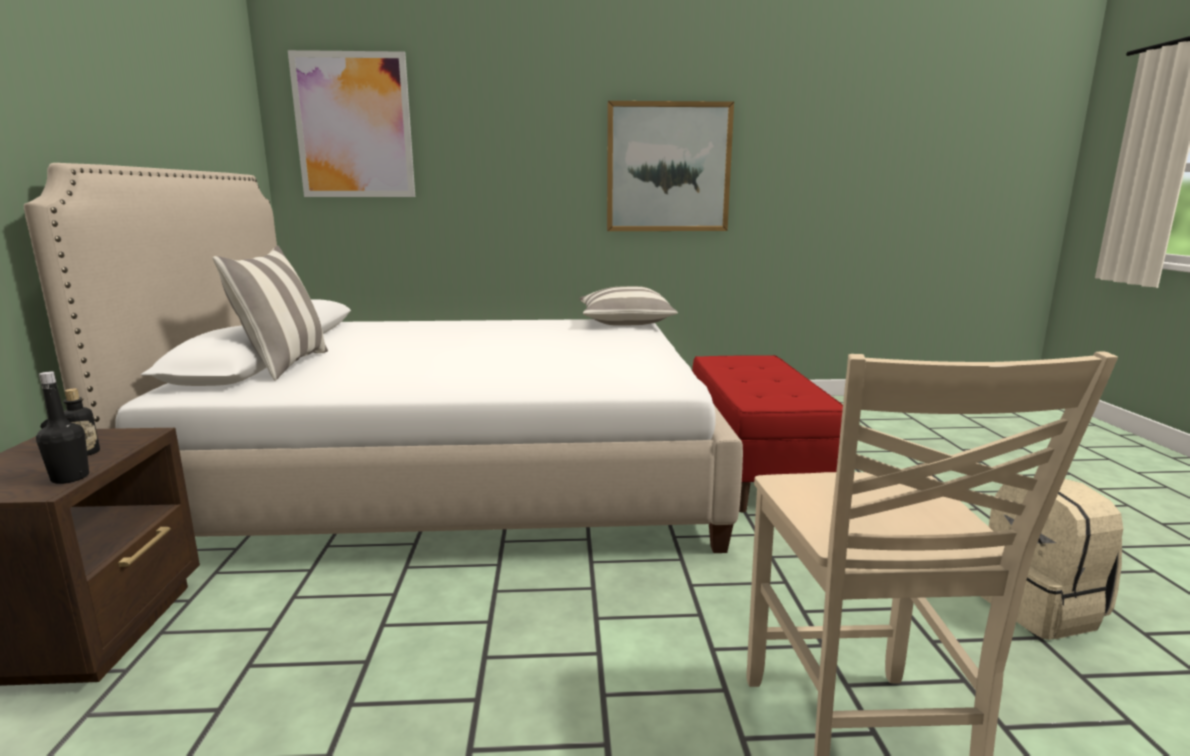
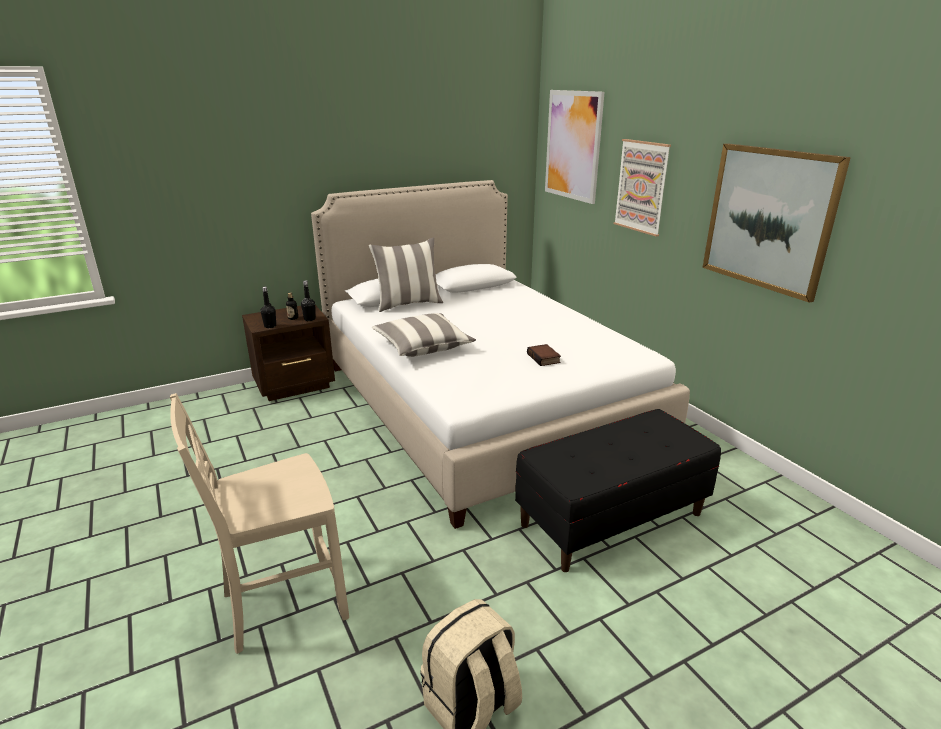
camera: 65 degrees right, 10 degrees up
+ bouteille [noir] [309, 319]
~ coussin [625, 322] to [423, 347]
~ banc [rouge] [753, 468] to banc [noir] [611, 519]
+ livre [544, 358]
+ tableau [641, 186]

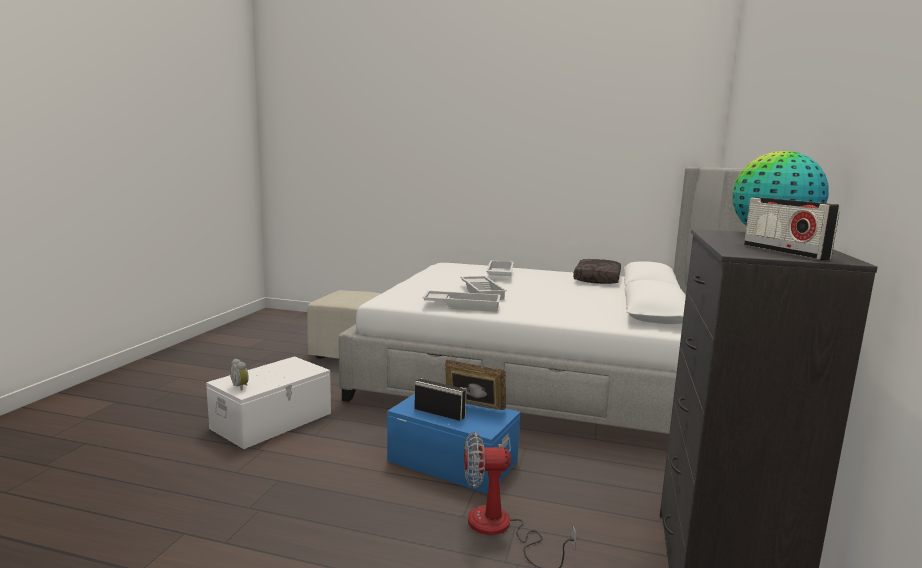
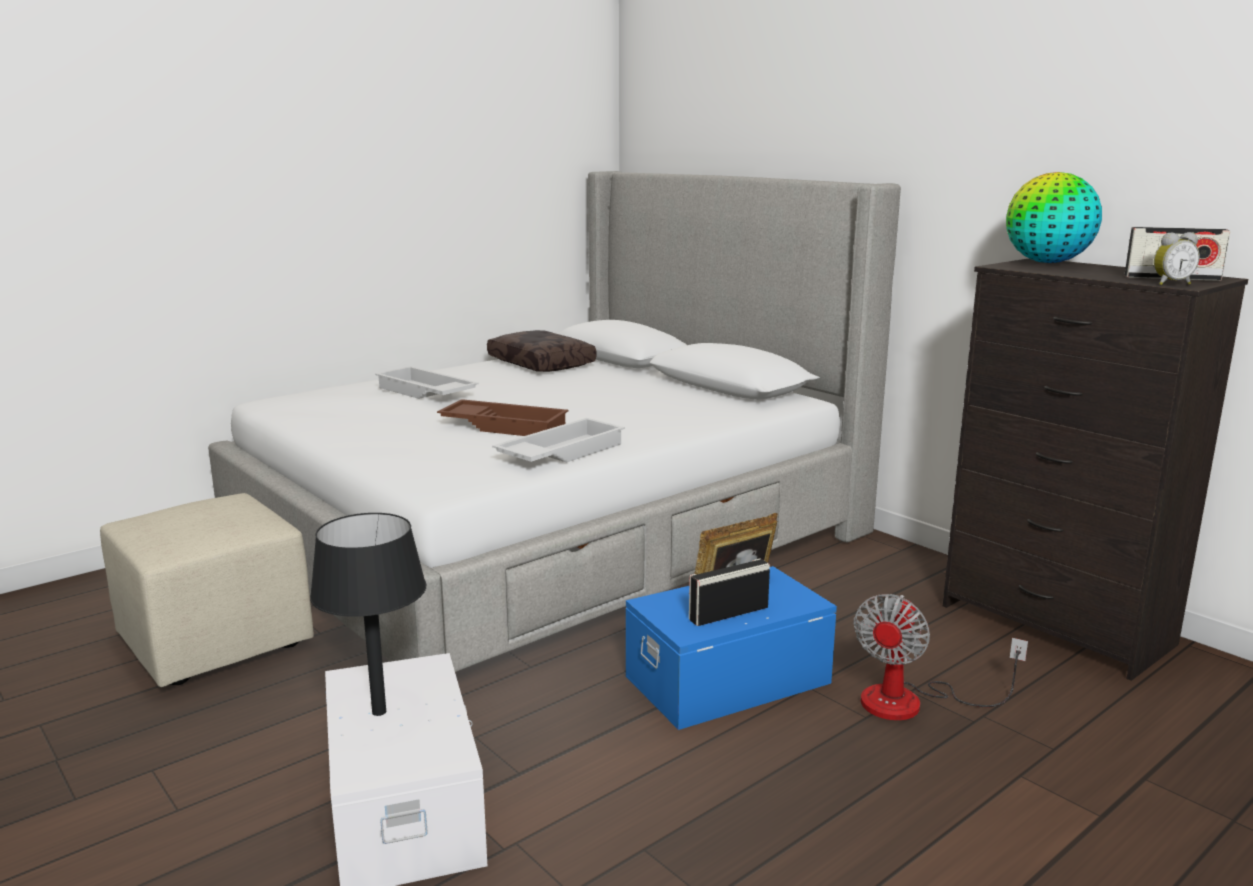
camera: 55 degrees left, 5 degrees up
+ lampe de table [noir] [379, 712]
~ plateau [blanc] [483, 292] to plateau [marron] [505, 426]
~ réveil [241, 387] to [1170, 284]

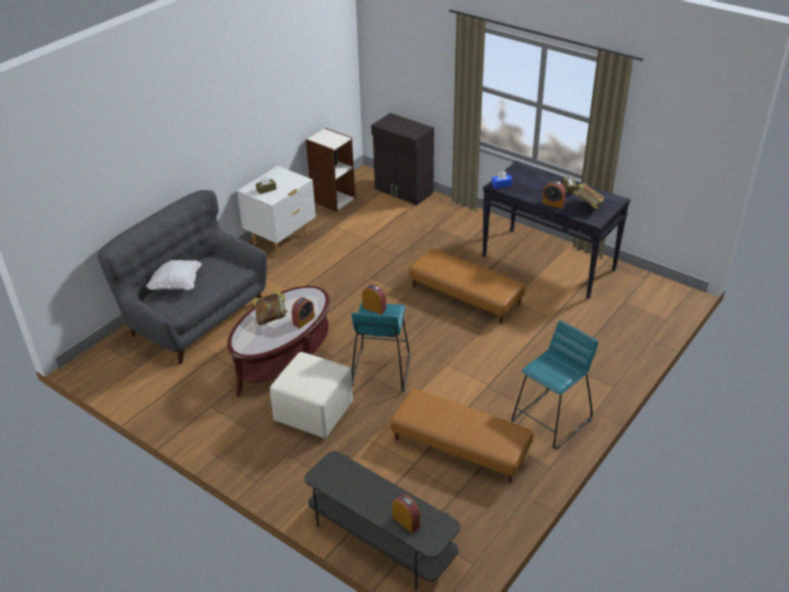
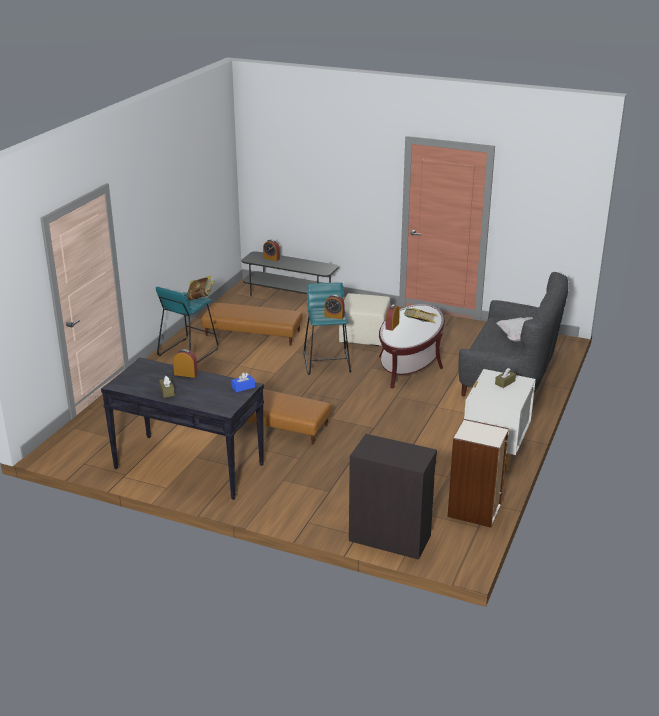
camera: 165 degrees right, 10 degrees down
~ livre [587, 205] to [201, 298]

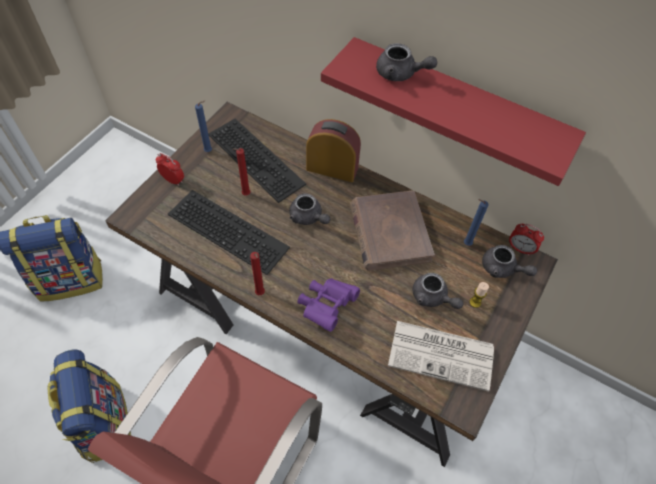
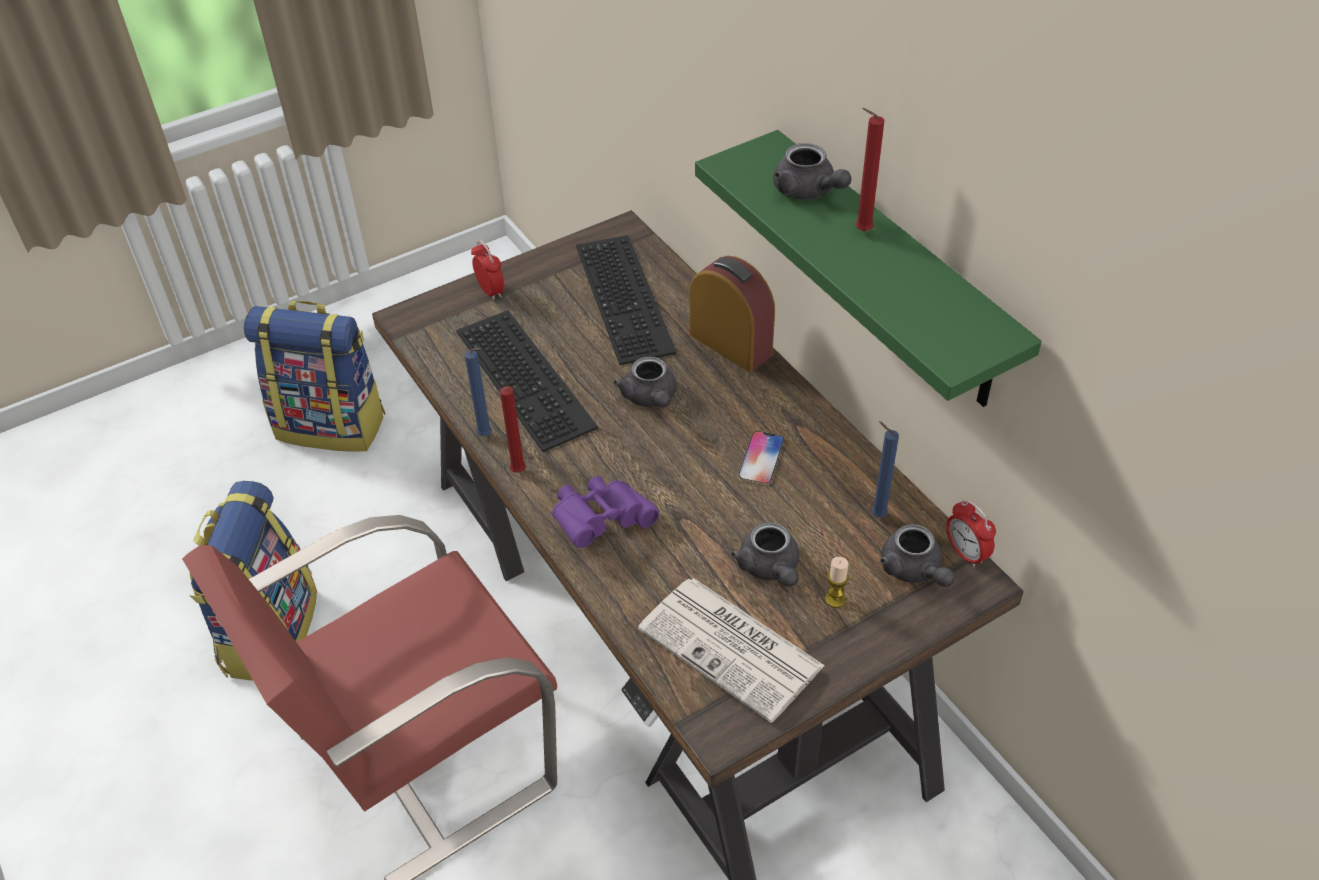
camera: 30 degrees right, 10 degrees down
~ bougie [bleu] [209, 151] to [487, 436]
~ étagère [rouge] [455, 109] to étagère [vert] [891, 272]
~ livre [marron] [389, 233] to téléphone [761, 458]
~ bougie [rouge] [245, 195] to [860, 231]

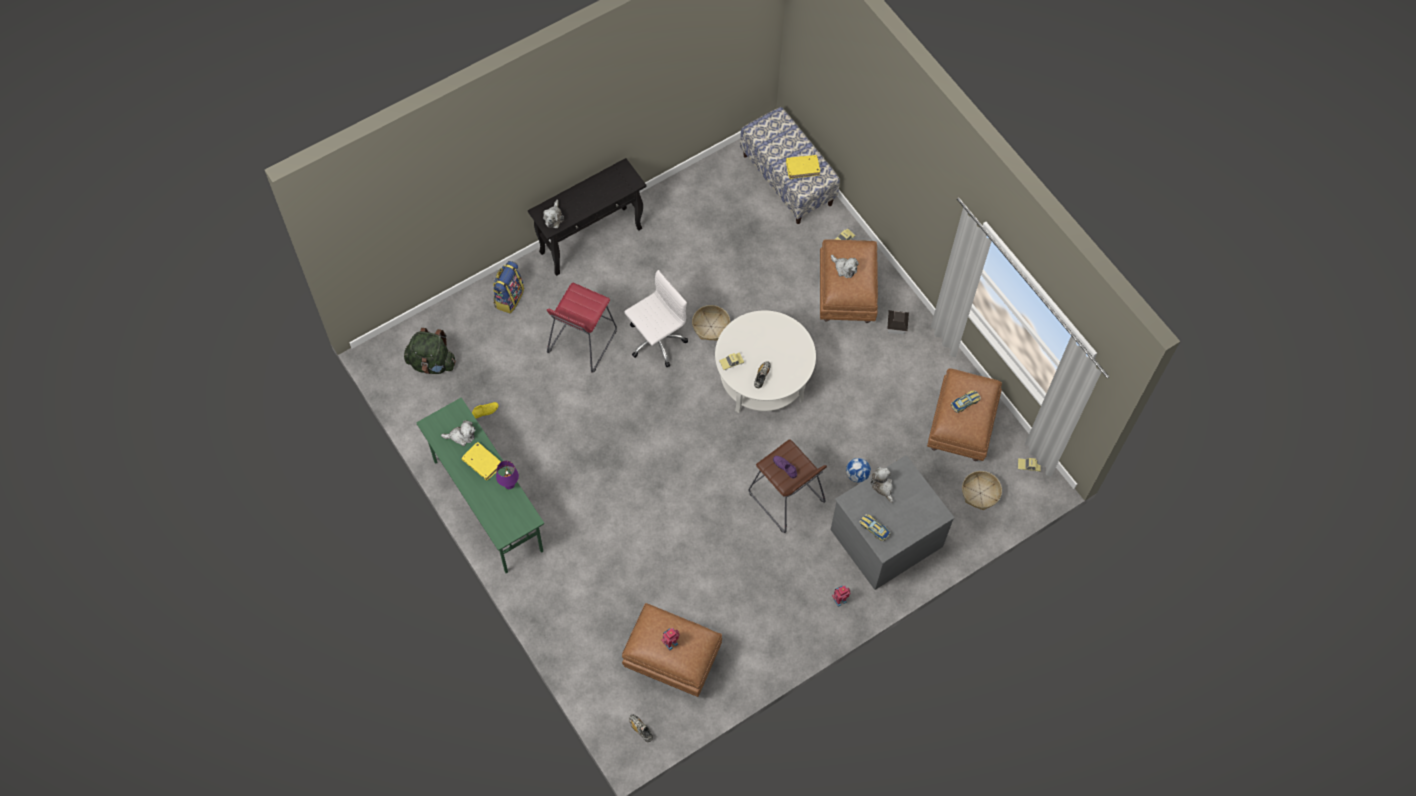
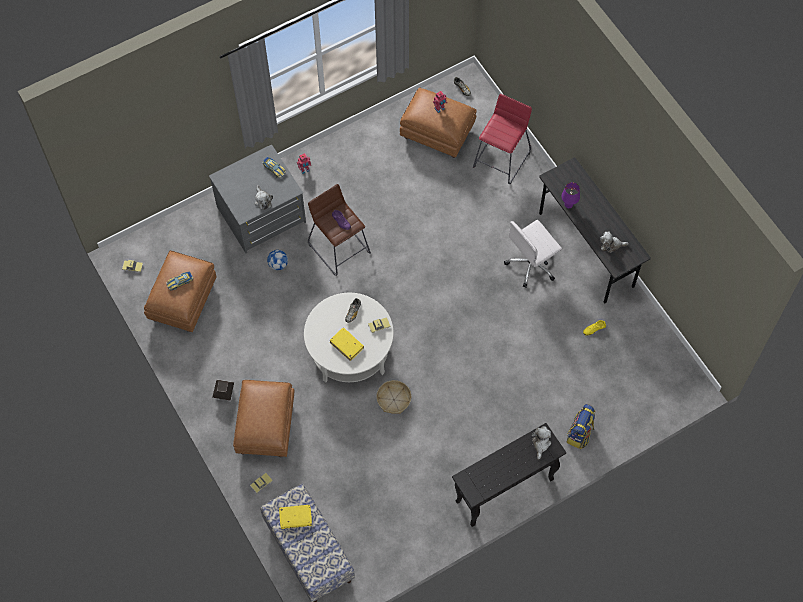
camera: 175 degrees left, 0 degrees up
~ livre [jaune] [482, 463] to [346, 345]
~ tabouret [rouge] [582, 342] to [501, 159]
~ chaise de bureau [blanc] [655, 341] to [531, 264]
~ bureau [vert] [487, 506] to bureau [gris] [586, 250]
- sac à dos [vert] [432, 363]
- peluche [844, 268]
- panier [980, 493]

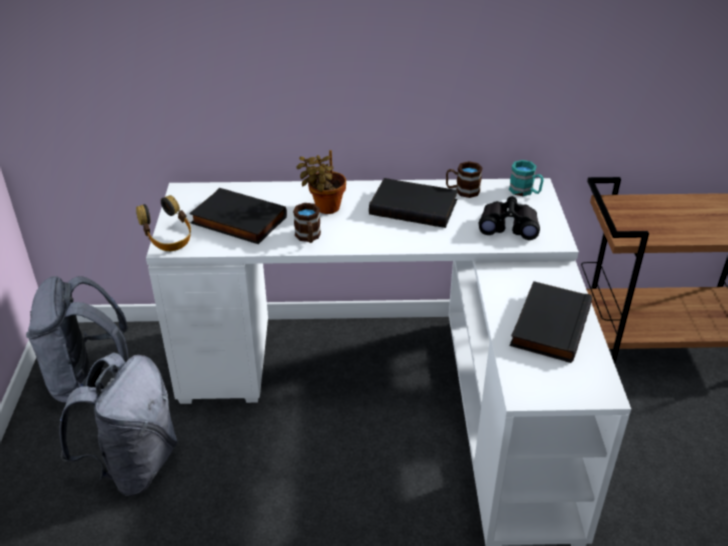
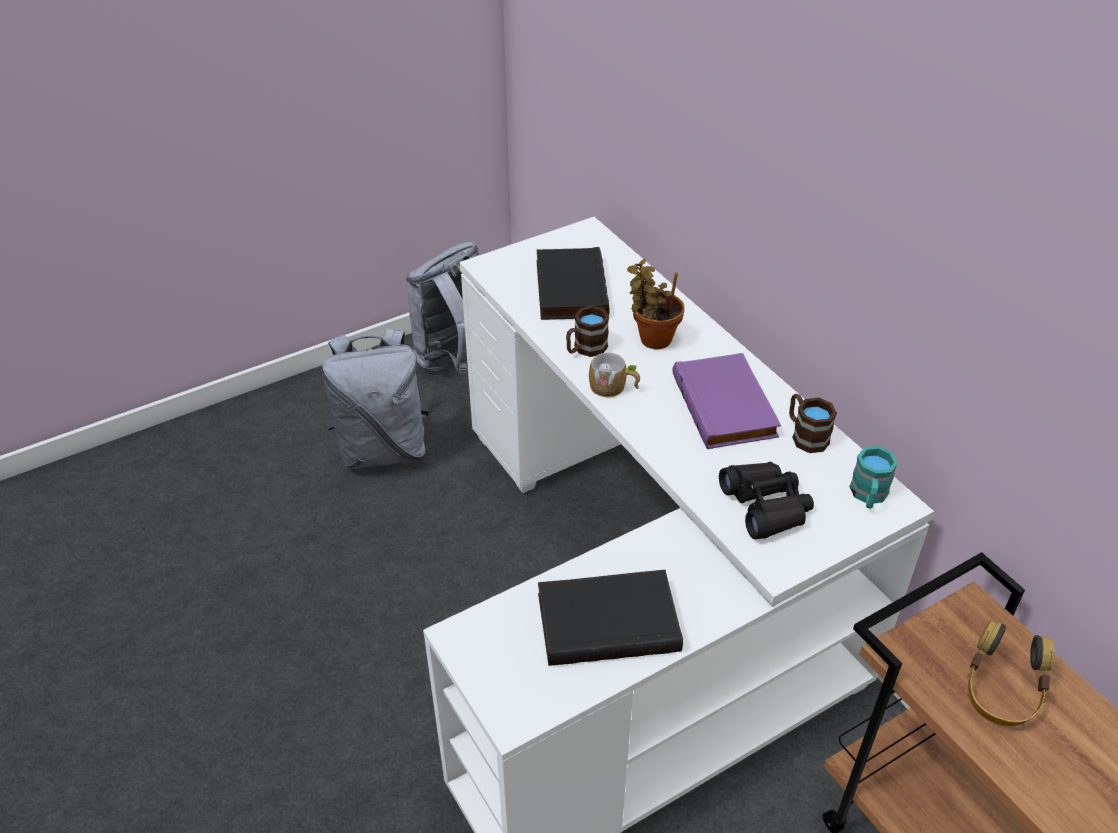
camera: 60 degrees right, 5 degrees up
+ mug [613, 388]
~ livre [noir] [414, 206] to livre [violet] [727, 406]
~ casque audio [168, 239] to [1000, 693]

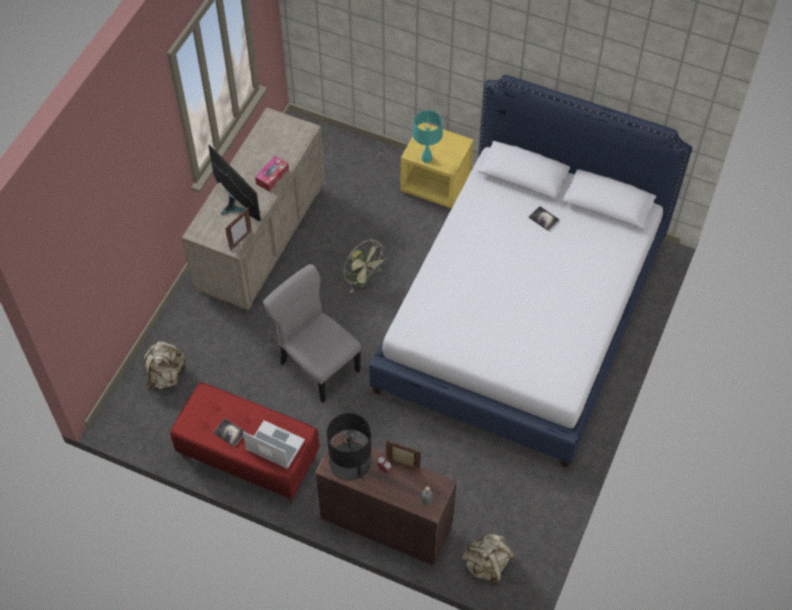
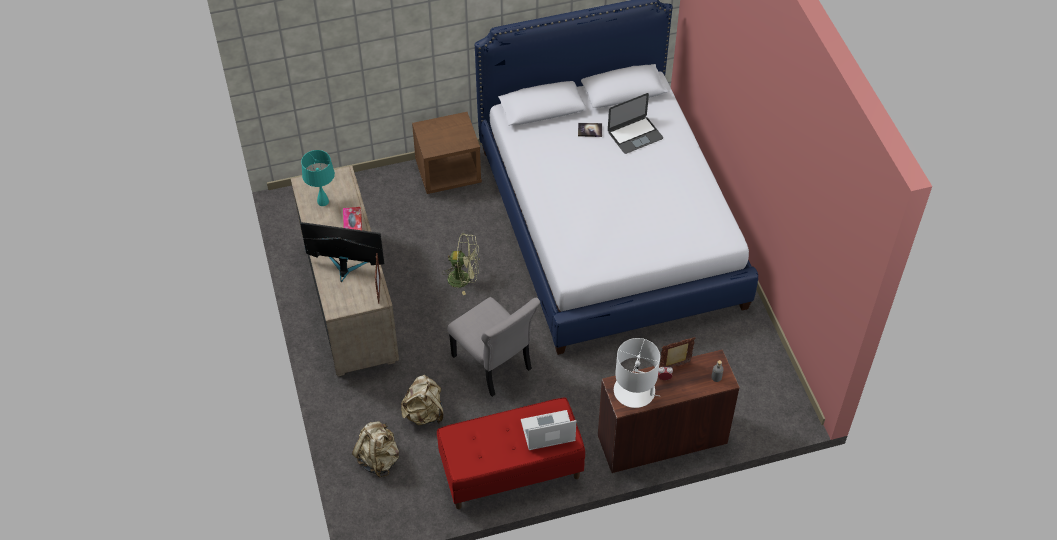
camera: 40 degrees left, 5 degrees down
~ lampe de table [turquoise] [426, 158] to [323, 202]
~ sac à dos [beige] [487, 565] to [424, 413]
~ table de chevet [jaune] [436, 184] to table de chevet [marron] [448, 172]
~ chaise [gris] [317, 365] = [493, 365] 135 degrees counterclockwise
+ ordinateur portable [635, 135]
~ lampe de table [noir] [350, 462] to lampe de table [blanc] [635, 391]
- livre [229, 433]

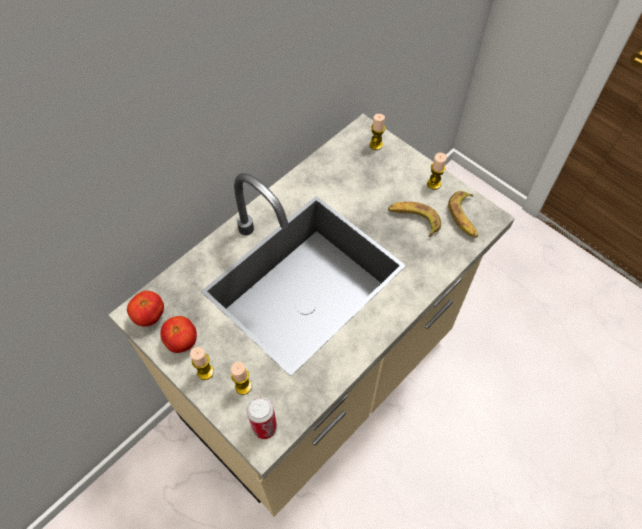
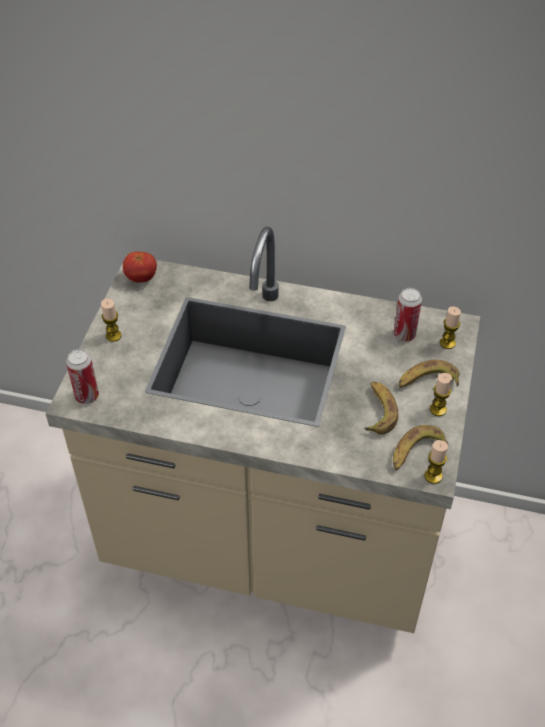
camera: 60 degrees right, 10 degrees down
+ boîte métallique [404, 334]
+ banane [427, 381]
~ bougie [243, 386] to [433, 476]
- tomate [182, 341]

